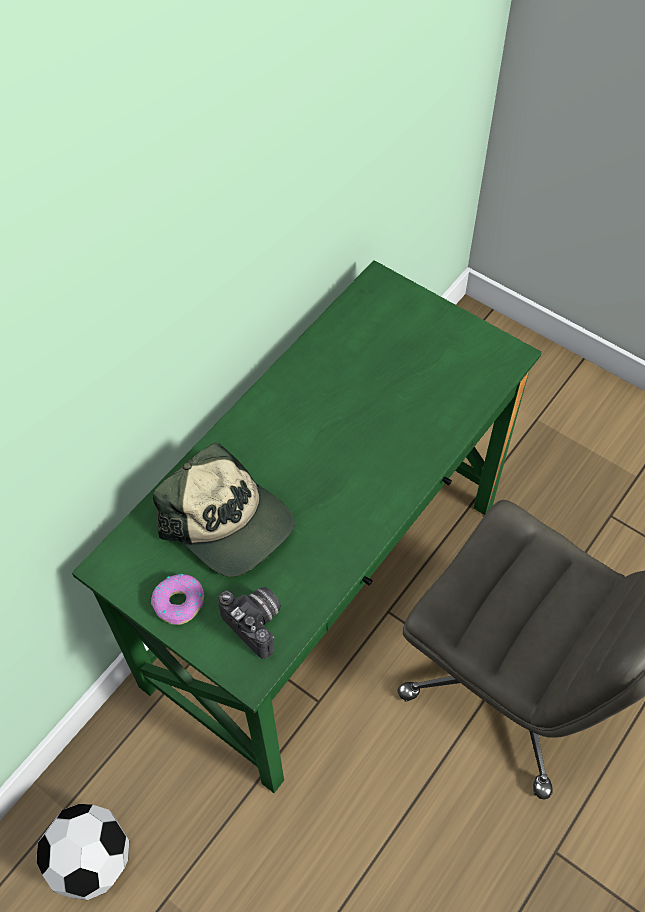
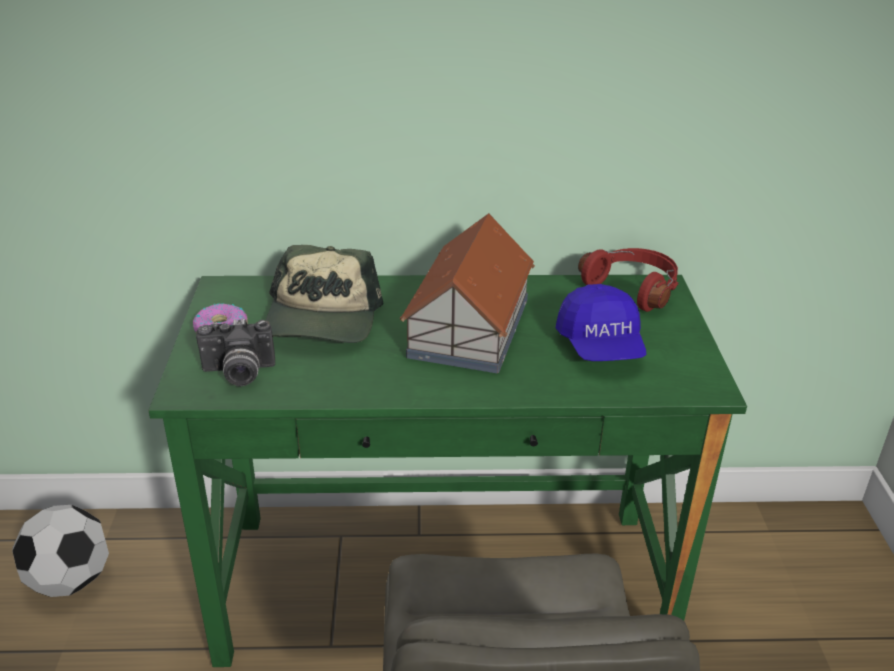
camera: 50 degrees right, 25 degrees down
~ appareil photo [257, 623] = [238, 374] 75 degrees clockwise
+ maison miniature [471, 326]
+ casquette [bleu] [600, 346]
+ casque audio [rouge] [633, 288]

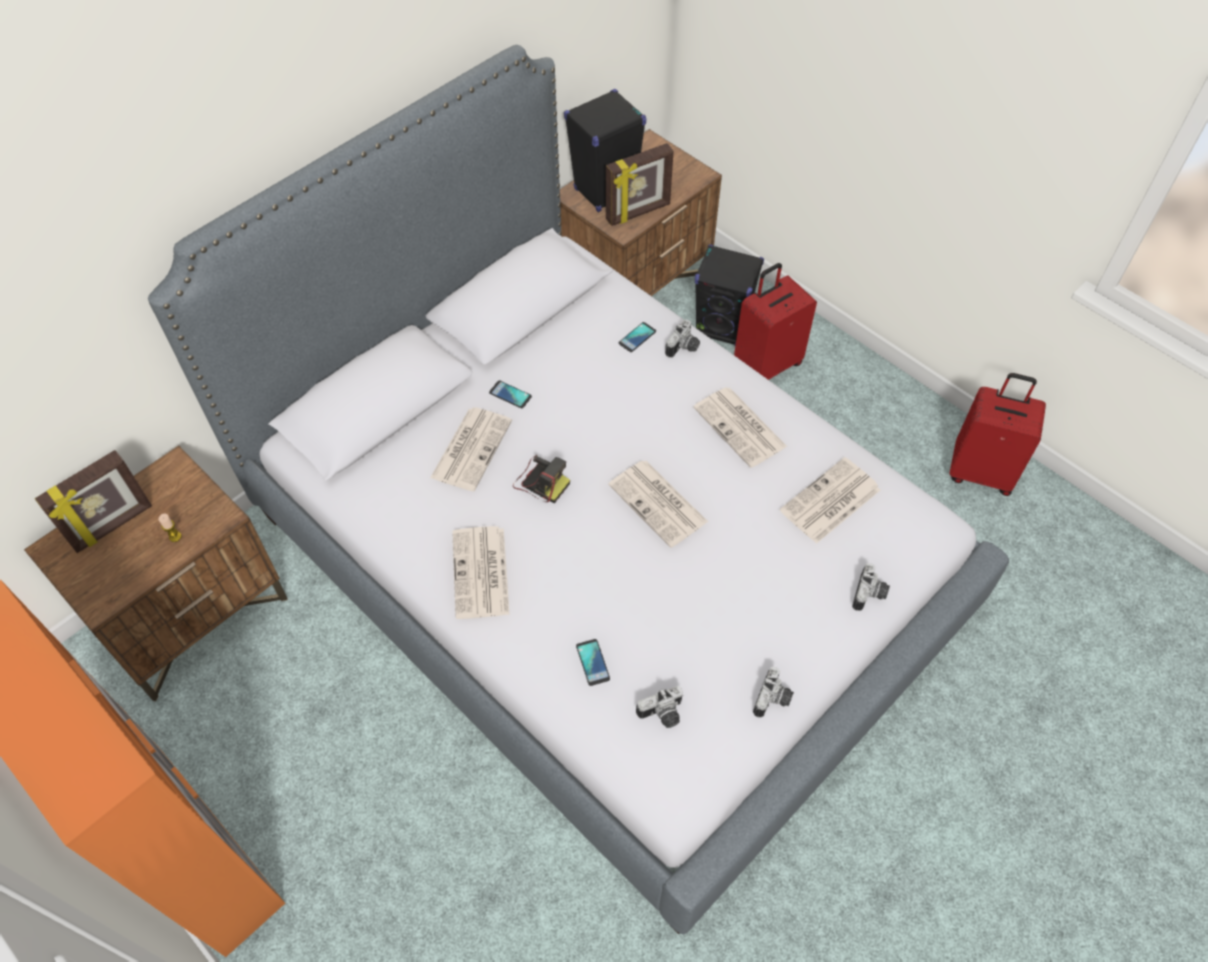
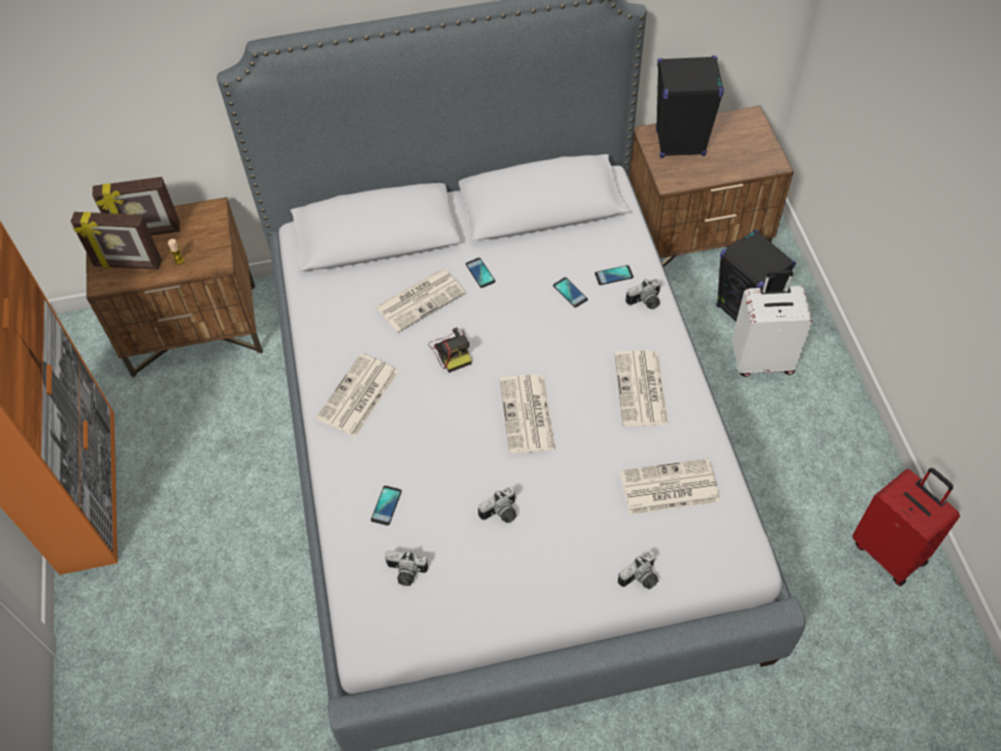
camera: 35 degrees right, 0 degrees up
~ cadre photo [638, 213] to [127, 265]
~ appareil photo [774, 700] to [501, 514]
+ téléphone [570, 293]
~ valise [rouge] [767, 364] to valise [blanc] [761, 359]

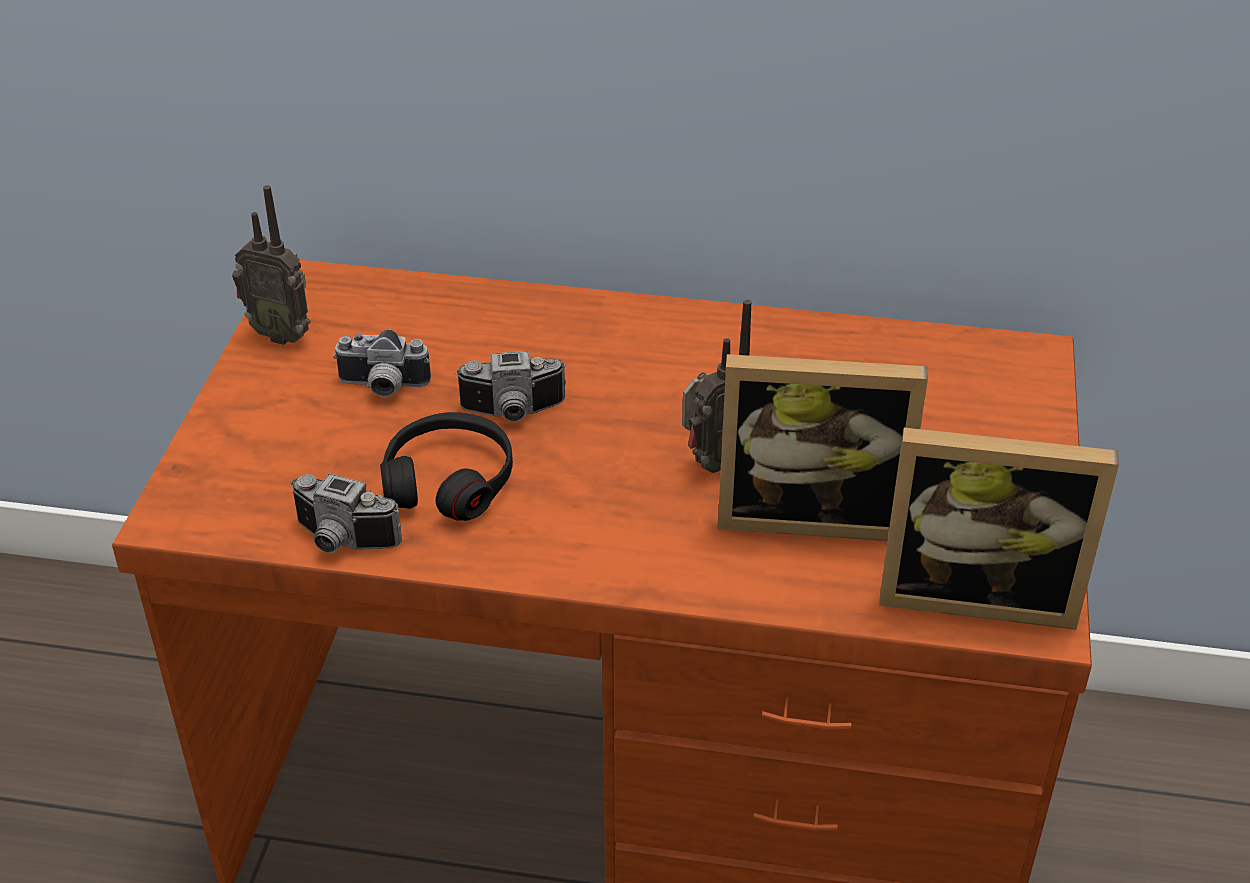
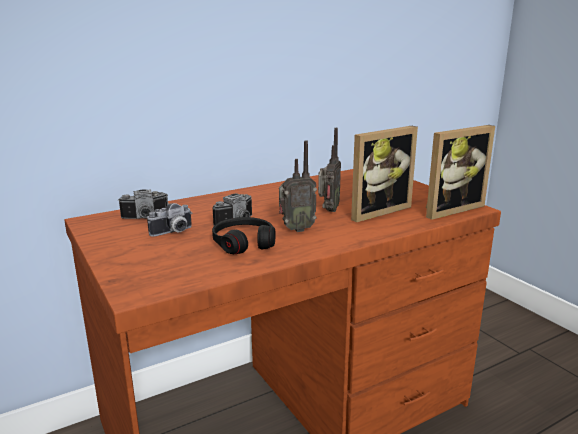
camera: 40 degrees left, 20 degrees down
~ appareil photo [341, 542] to [145, 218]
~ radio [281, 334] to [296, 229]

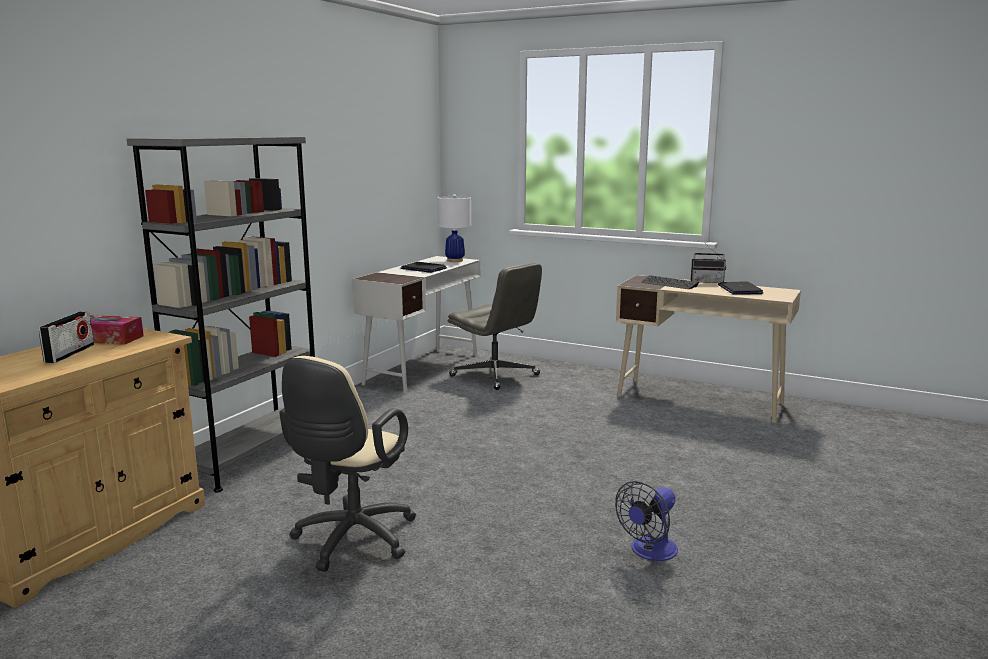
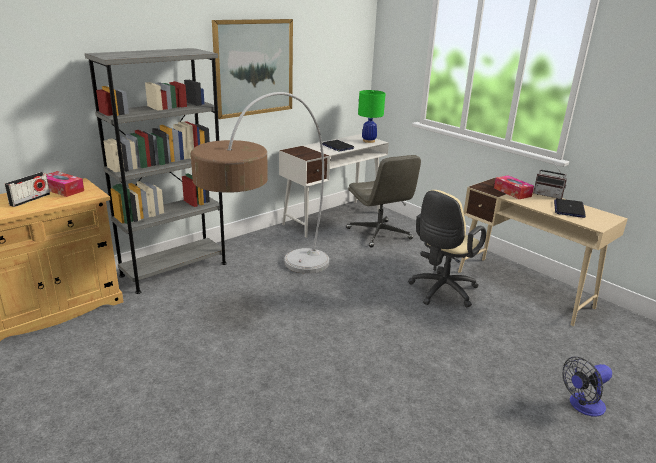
camera: 20 degrees right, 10 degrees up
+ lampadaire [268, 288]
+ tableau [254, 67]
~ lampe de table [blanc] [454, 260] to lampe de table [vert] [368, 141]
~ chaise de bureau [beige] [351, 541] to [441, 292]
~ clavier [669, 284] to boîte à mouchoirs [512, 192]
~ ventilateur [649, 552] to [582, 406]

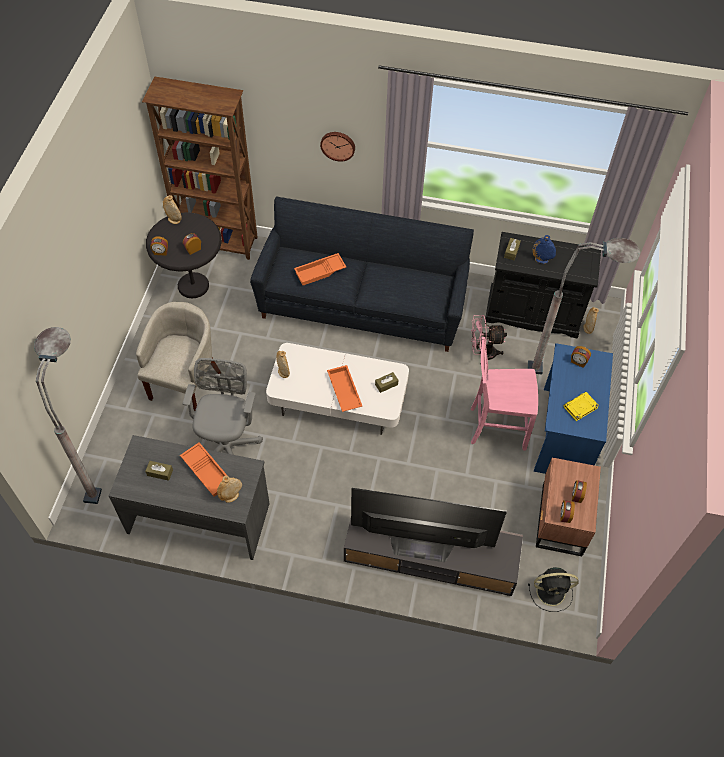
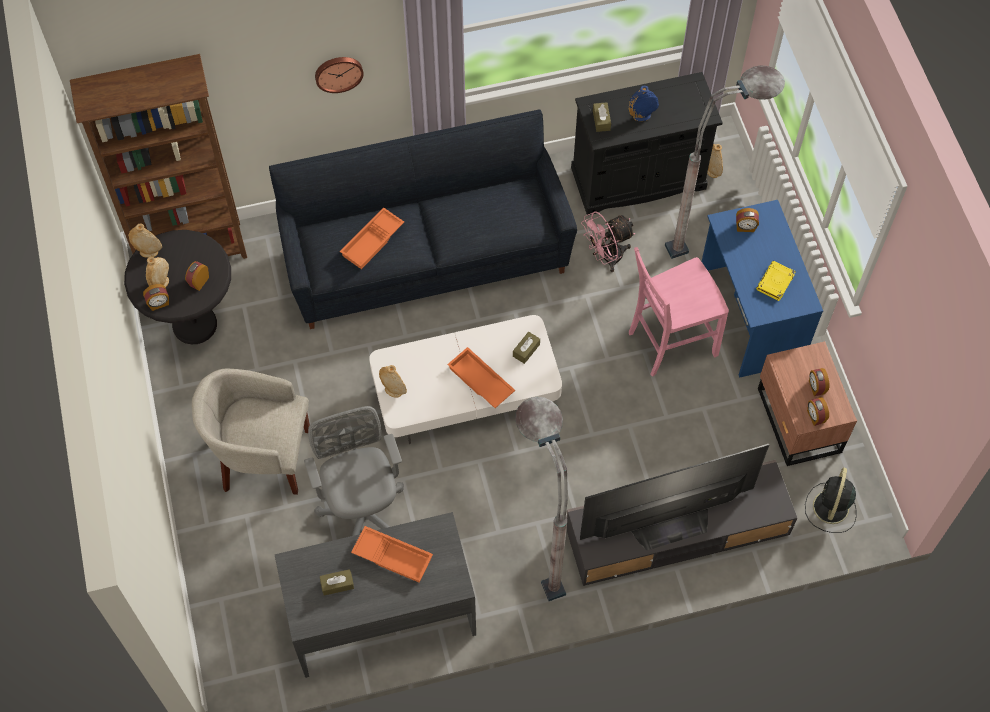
camera: 25 degrees left, 5 degrees up
~ vase [beige] [231, 496] to [161, 283]
~ fauteuil [beige] [185, 382] = [262, 456] 75 degrees counterclockwise
~ lampadaire [gris] [101, 468] to [538, 551]
~ ventilateur [noir] [552, 592] = [830, 508] 135 degrees clockwise

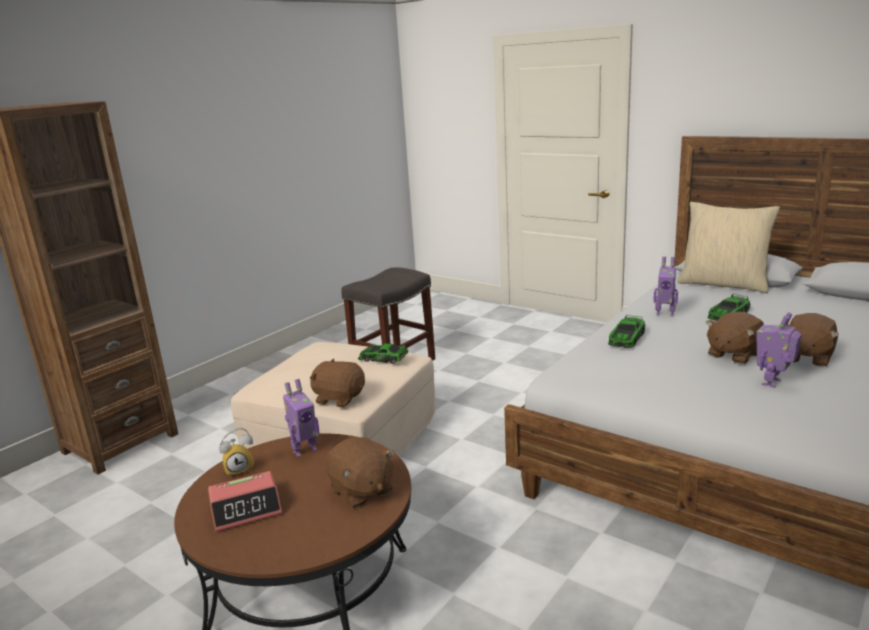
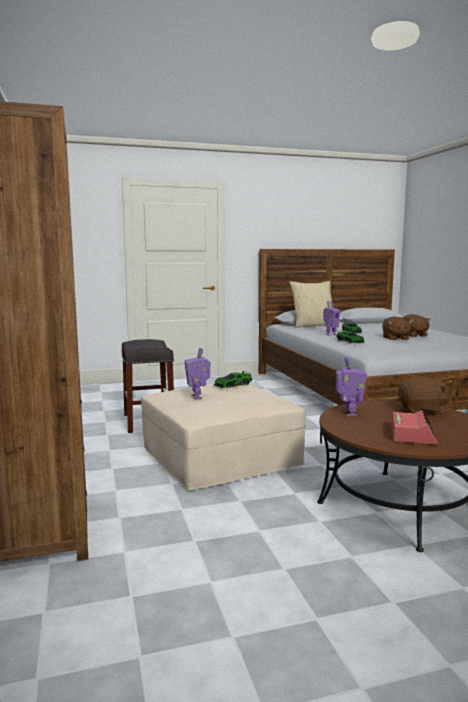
camera: 55 degrees left, 10 degrees down
~ robot jouet [773, 383] to [197, 396]
- réveil [240, 469]
- peluche [marron] [339, 398]

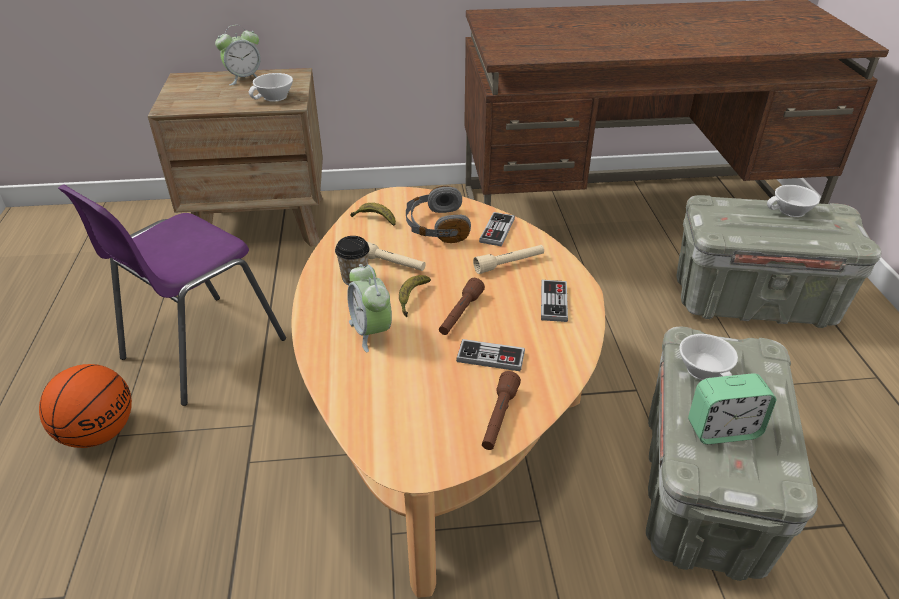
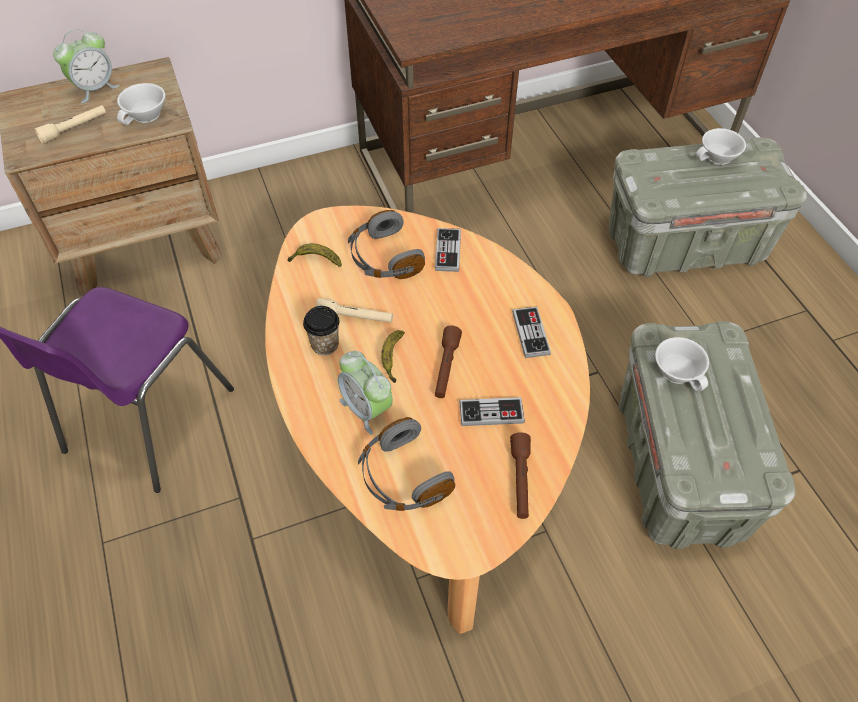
camera: 15 degrees left, 15 degrees up
~ lampe de poche [beige] [509, 264] to [74, 129]
+ casque audio [gris] [402, 477]
- ballon de basket [99, 432]
- réveil [723, 430]

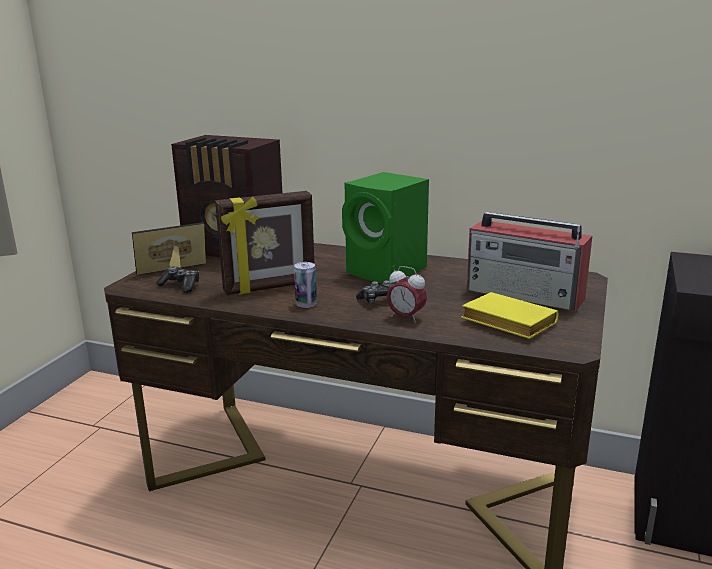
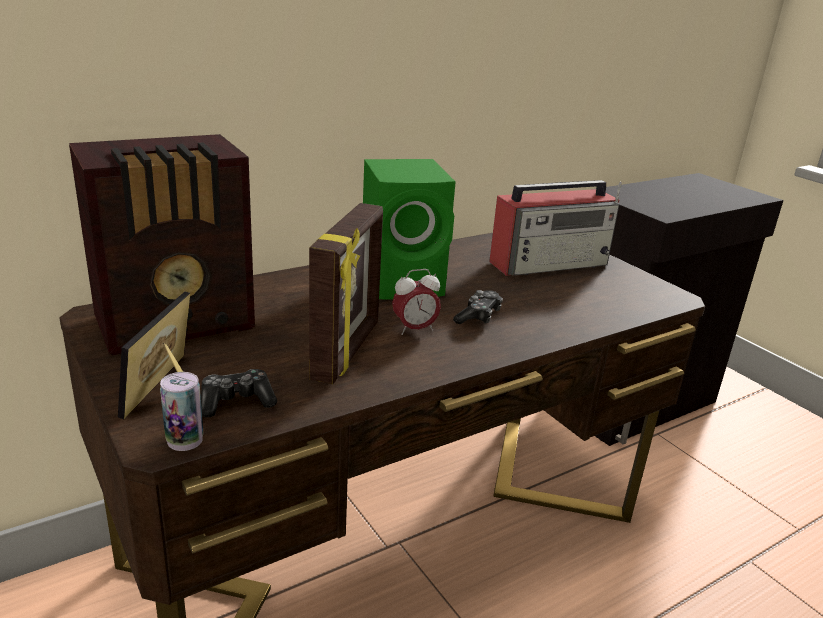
camera: 55 degrees left, 5 degrees up
~ boîte métallique [306, 303] to [185, 440]
~ réveil [406, 317] to [414, 329]
- livre [jaune] [505, 323]

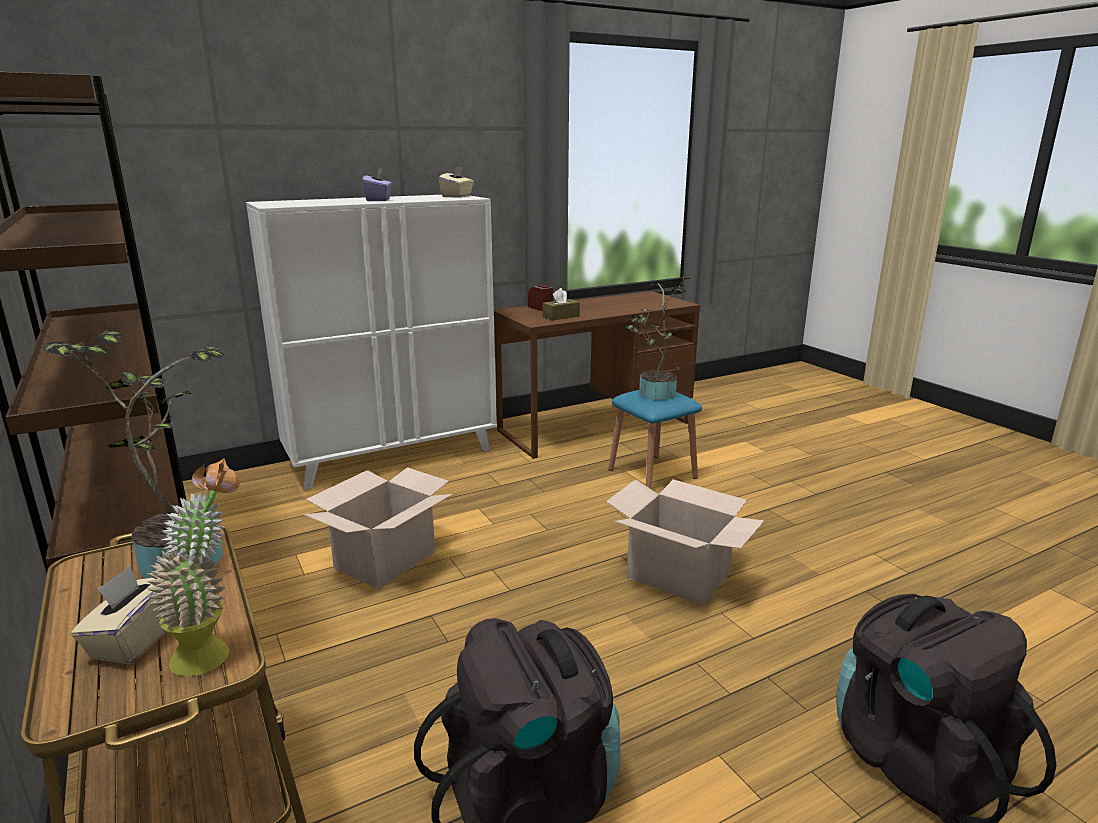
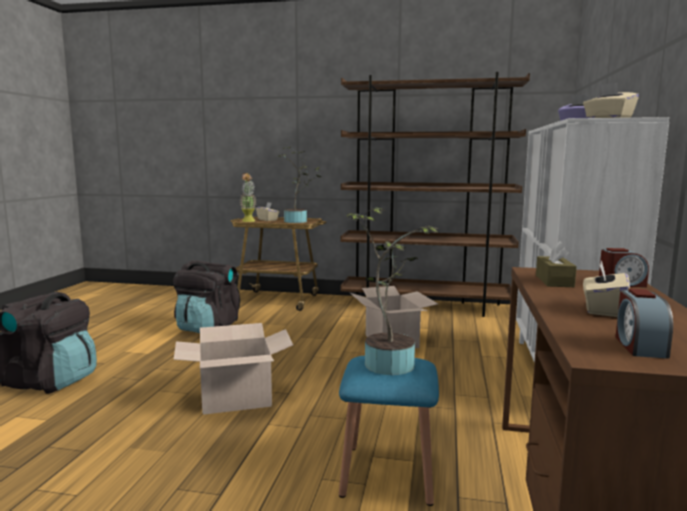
camera: 130 degrees right, 10 degrees down
+ boîte à mouchoirs [beige] [602, 309]
+ réveil [639, 346]

